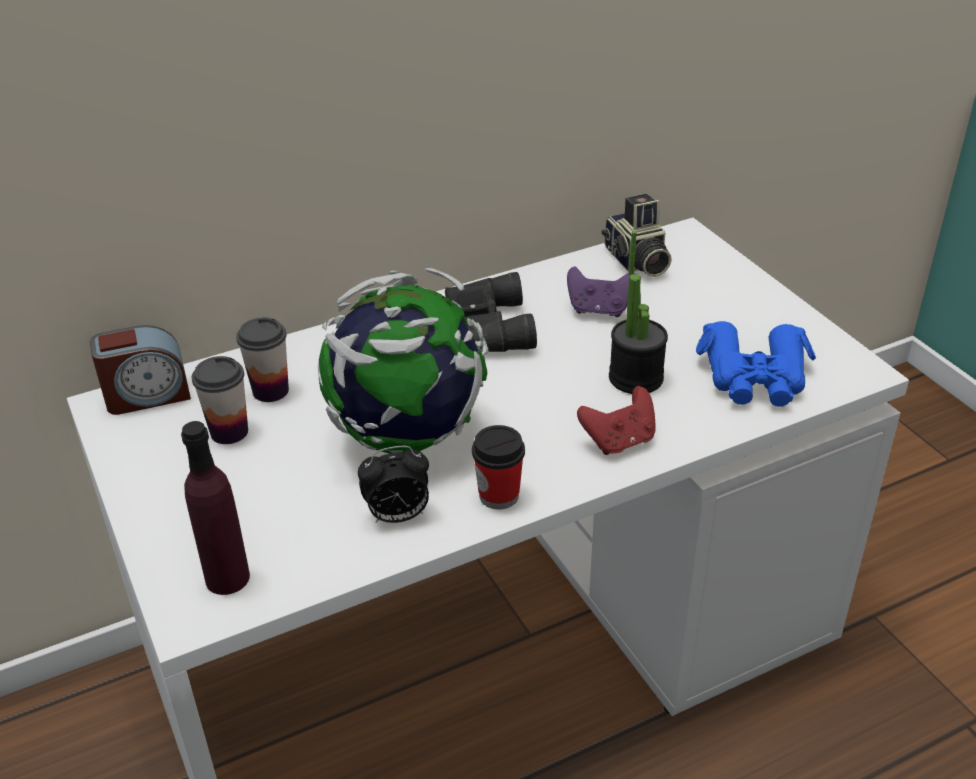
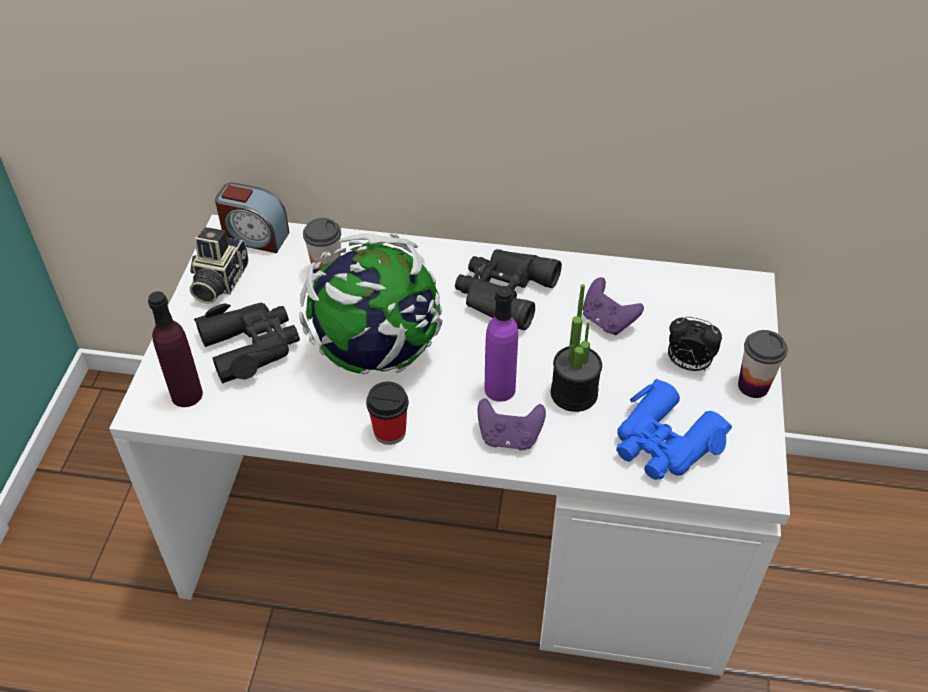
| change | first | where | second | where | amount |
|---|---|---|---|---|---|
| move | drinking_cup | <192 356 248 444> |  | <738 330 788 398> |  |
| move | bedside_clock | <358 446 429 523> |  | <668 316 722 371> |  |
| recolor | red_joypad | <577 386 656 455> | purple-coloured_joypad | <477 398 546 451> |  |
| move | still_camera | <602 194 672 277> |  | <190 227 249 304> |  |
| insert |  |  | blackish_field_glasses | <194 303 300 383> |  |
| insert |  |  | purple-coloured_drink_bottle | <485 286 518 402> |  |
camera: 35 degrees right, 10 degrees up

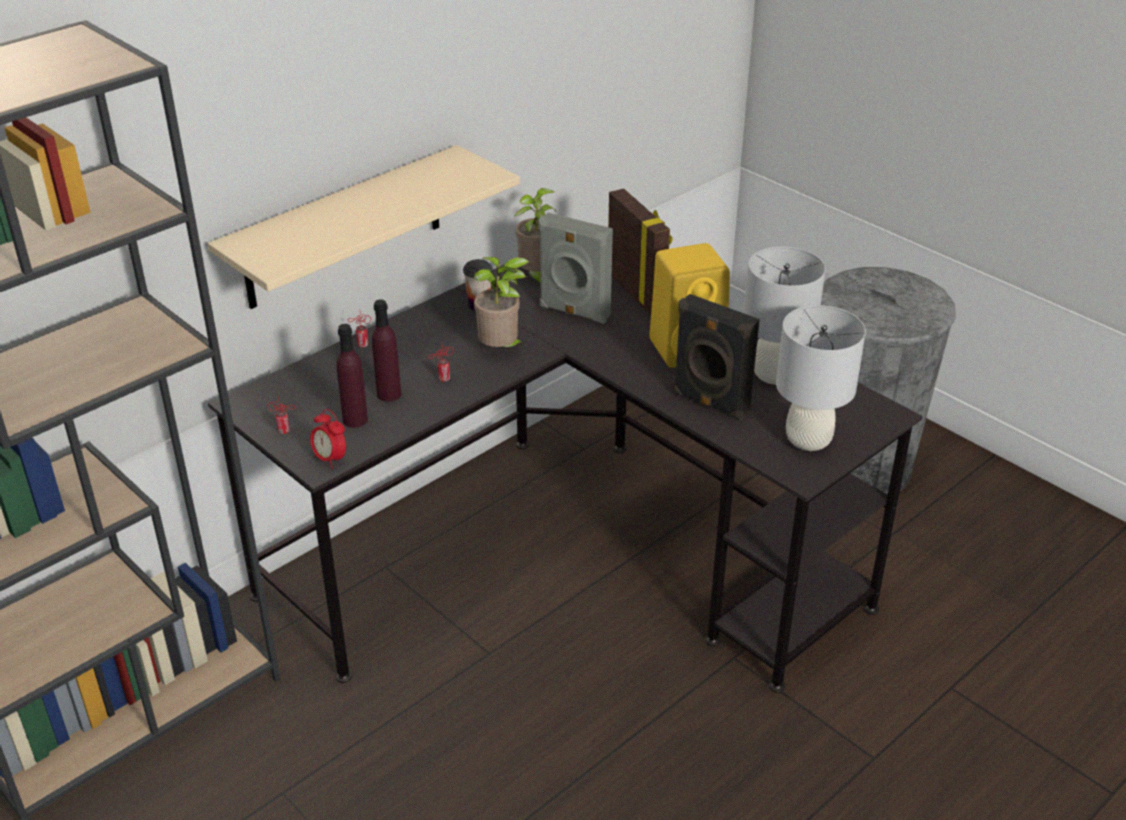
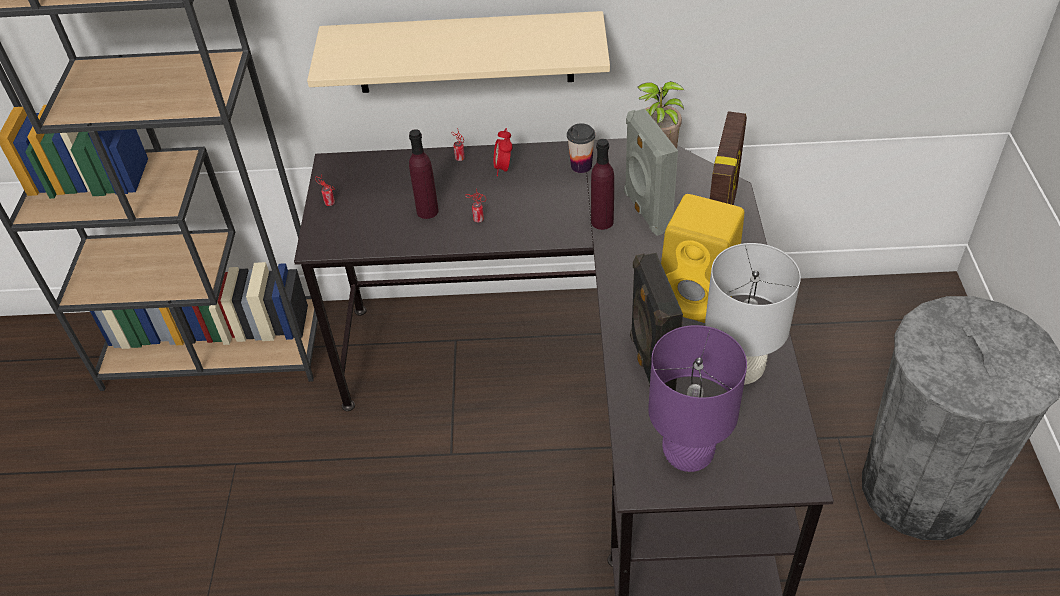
| change | first | where | second | where | amount |
|---|---|---|---|---|---|
| move | bedside_clock | <310 409 346 469> |  | <494 128 513 176> |  |
| move | purple-coloured_drink_bottle | <336 324 368 428> |  | <591 139 614 230> |  |
| delete | potted_plant | <474 257 529 348> |  |  |  |
| recolor | greyish_table_lamp | <776 305 866 451> | purple-coloured_table_lamp | <648 325 747 472> |  |
camera: 45 degrees right, 10 degrees up

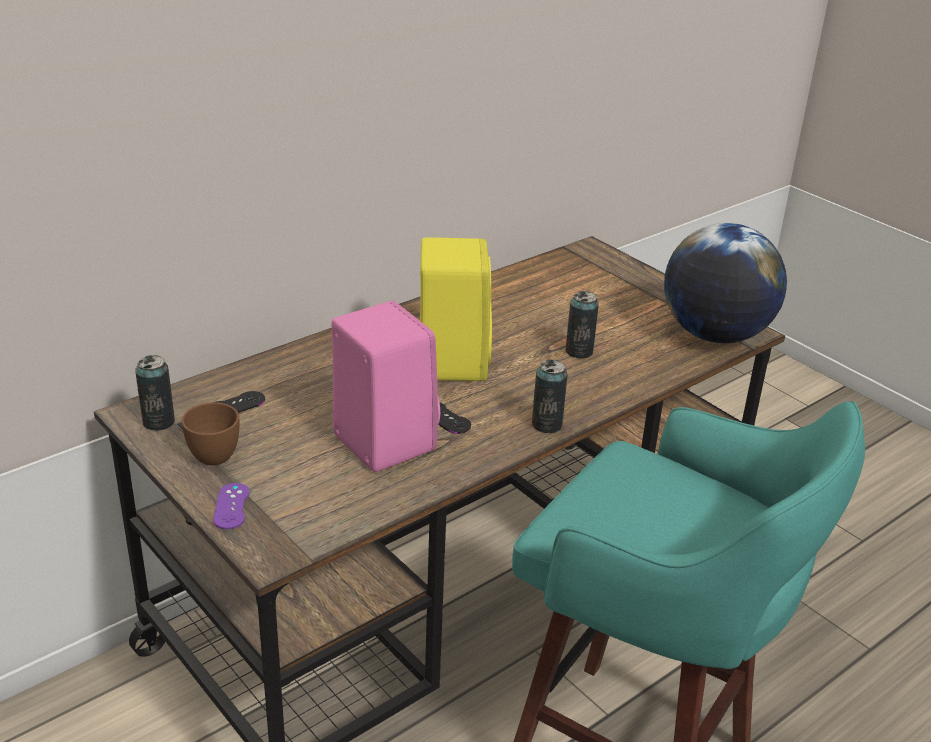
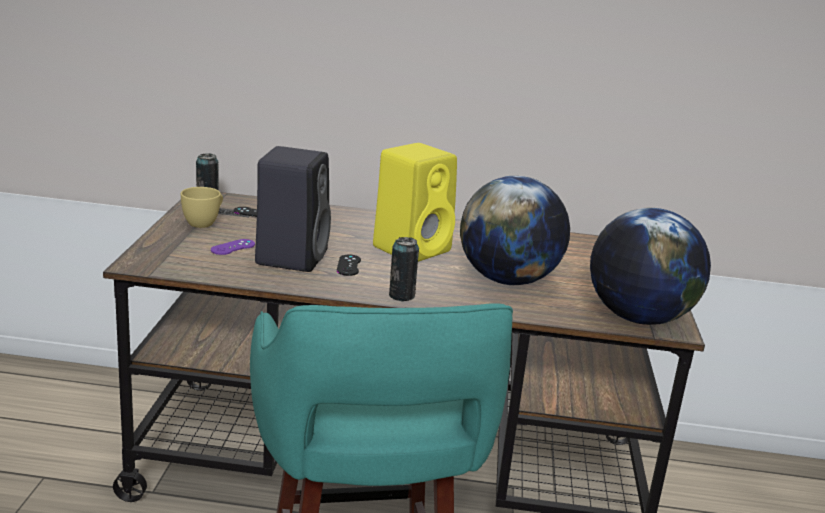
| change | first | where | second | where | amount |
|---|---|---|---|---|---|
| recolor | brown-coloured_drinking_cup | <182 402 239 465> | yellowish_drinking_cup | <181 187 223 228> |  |
| move | purple-coloured_joypad | <213 483 250 529> |  | <211 239 255 255> |  |
| recolor | pinkish_speaker | <332 301 440 472> | blackish_speaker | <255 146 331 272> |  |
| replace | sealed_can | <565 291 599 359> | desk_globe | <460 176 570 285> |  |
camera: 45 degrees right, 10 degrees down

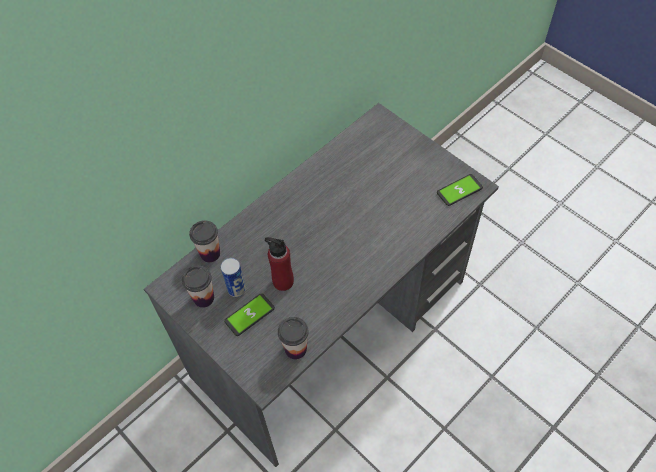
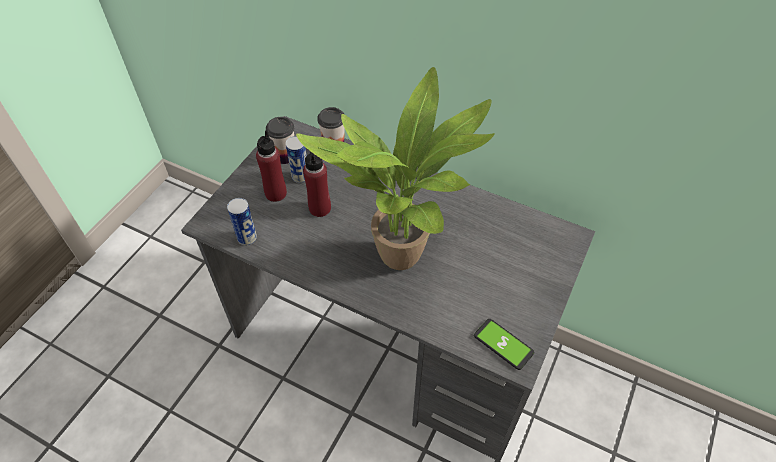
| change | first | where | second | where | amount |
|---|---|---|---|---|---|
| replace | telephone | <224 293 275 336> | red_drink_bottle | <256 130 287 202> |  |
| replace | drinking_cup | <278 317 309 359> | sealed_can | <227 198 257 245> |  |
| insert |  |  | potted_plant | <296 67 495 270> |  |
camera: 70 degrees right, 5 degrees down

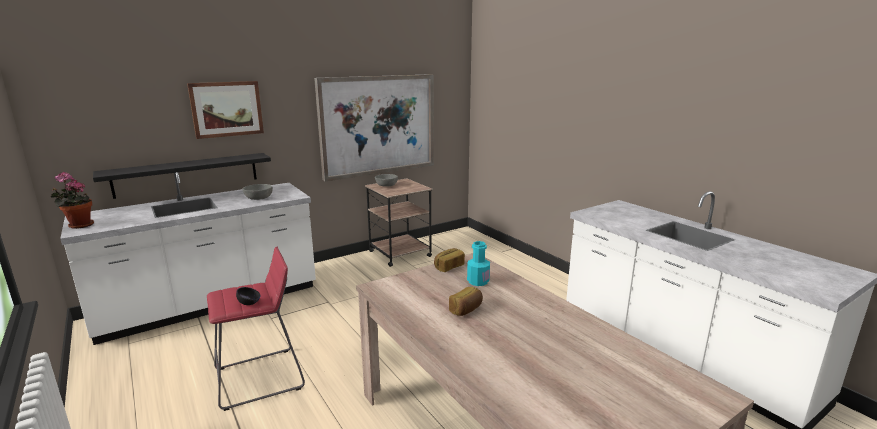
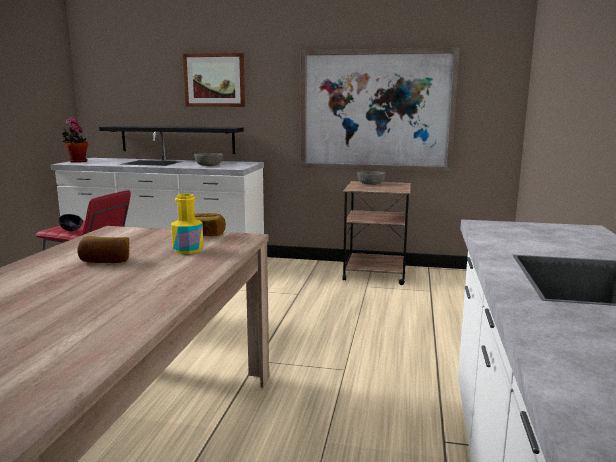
| change | first | where | second | where | amount |
|---|---|---|---|---|---|
| recolor | blue-green_drink_bottle | <467 241 490 286> | yellowish_drink_bottle | <171 194 204 254> |  |
camera: 45 degrees right, 5 degrees down

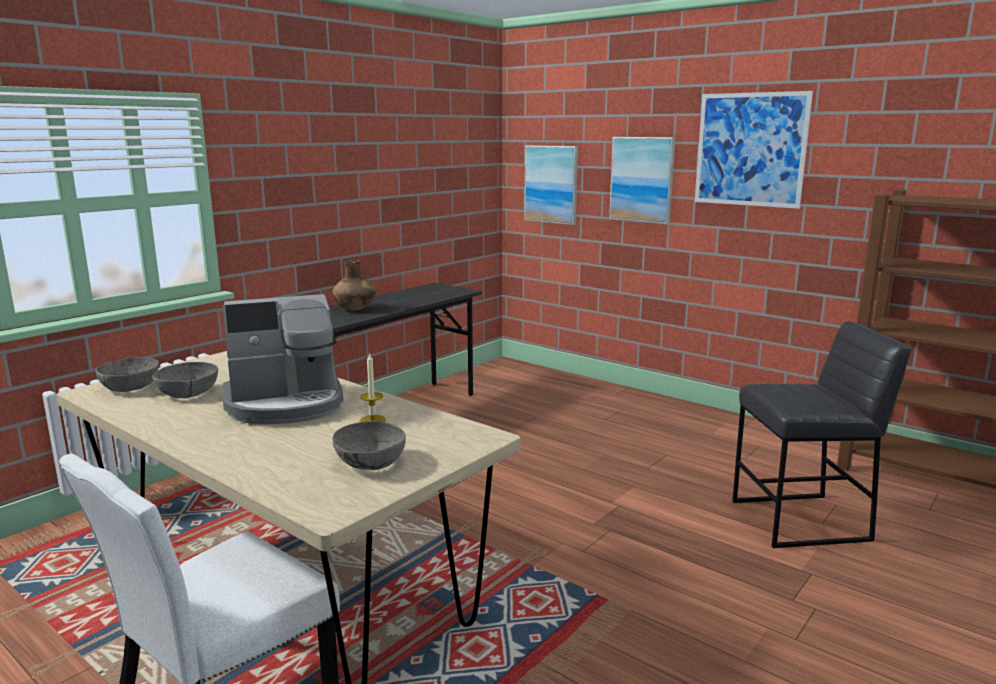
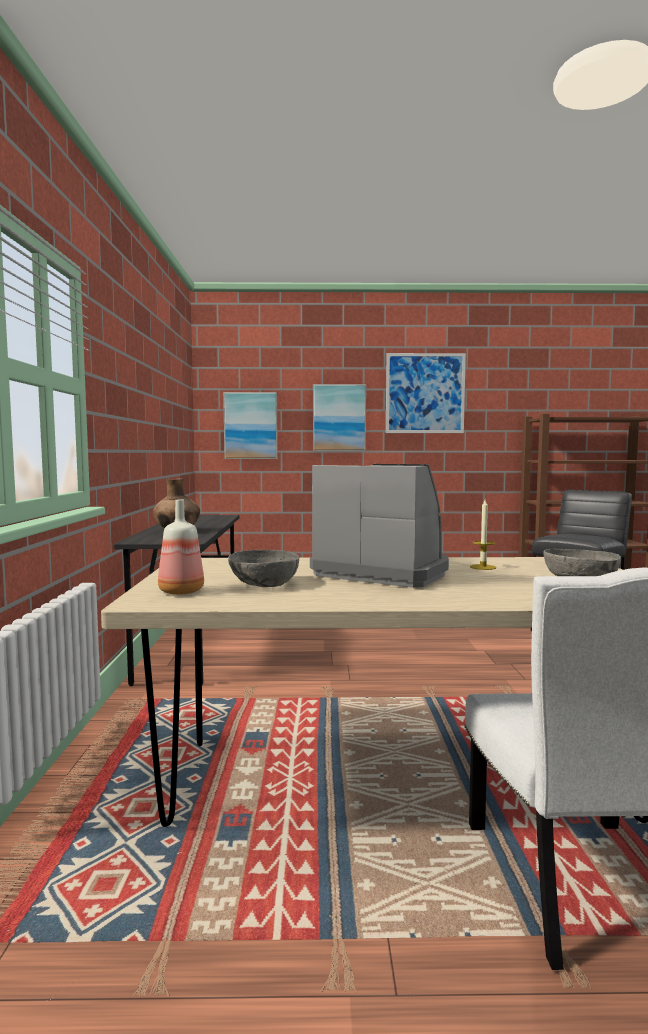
| change | first | where | second | where | amount |
|---|---|---|---|---|---|
| replace | greyish_deep_dish | <96 357 159 392> | drink_bottle | <158 499 204 595> |  |
| rotate | coffee_maker | <223 294 343 424> |  | <310 464 449 588> | 90 degrees counterclockwise |
camera: 40 degrees left, 10 degrees down

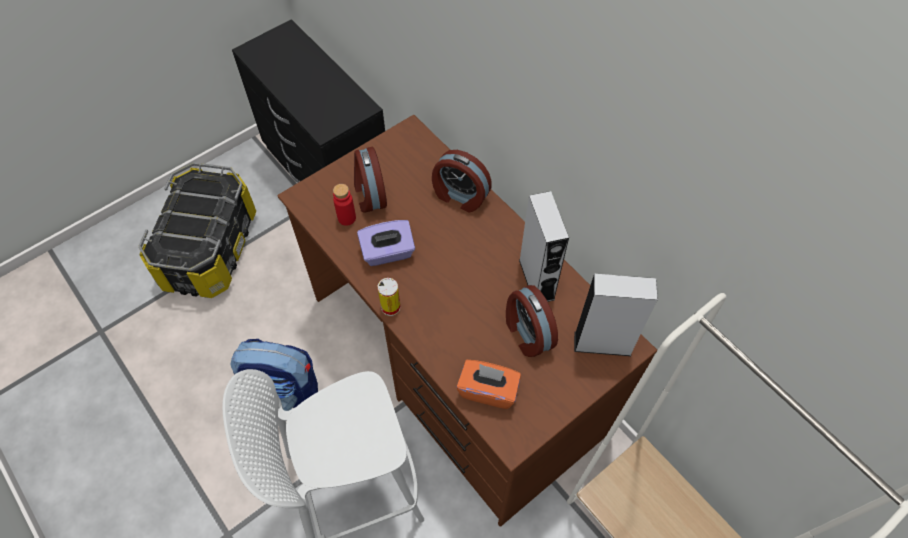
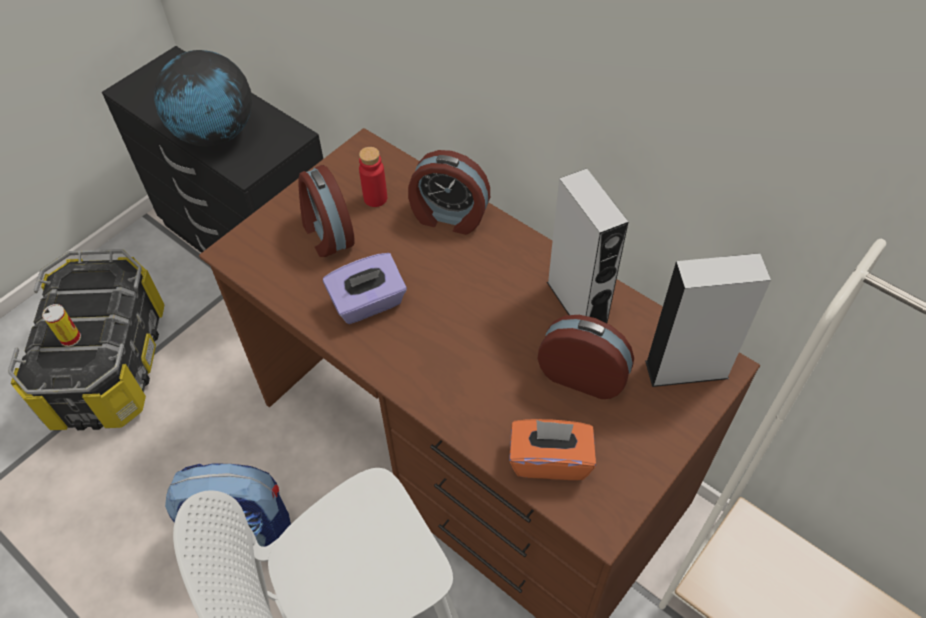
| change | first | where | second | where | amount |
|---|---|---|---|---|---|
| move | red_drink_bottle | <333 184 356 226> |  | <359 147 387 207> |  |
| move | sealed_can | <378 278 401 316> |  | <42 304 81 347> |  |
| rotate | bedside_clock | <506 285 558 357> |  | <538 315 634 399> | 150 degrees clockwise |
| insert |  |  | desk_globe | <154 50 252 146> |  |
camera: 10 degrees left, 5 degrees down

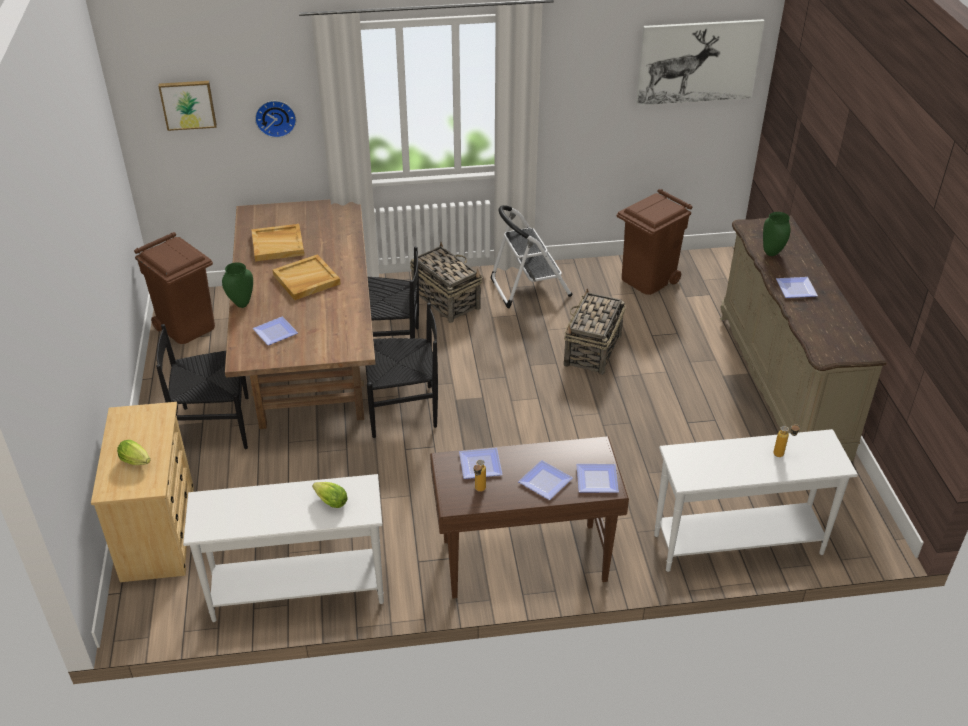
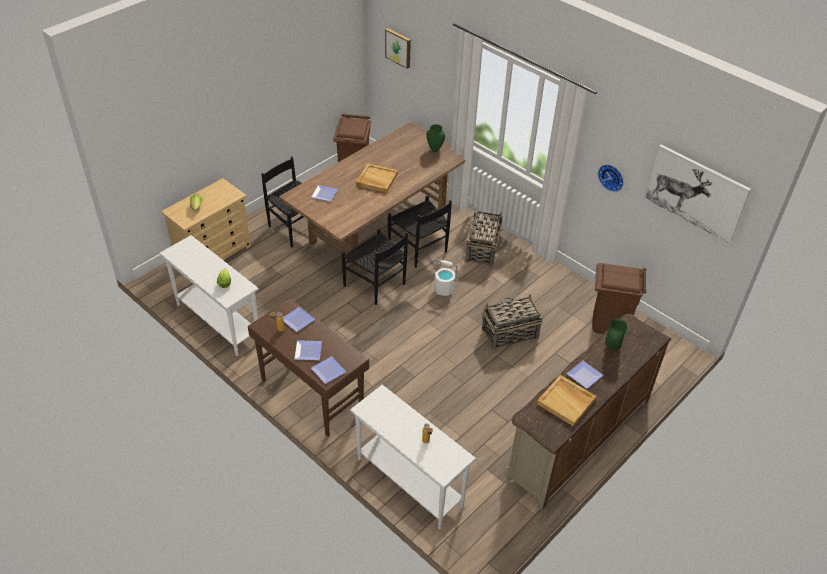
| change | first | where | second | where | amount |
|---|---|---|---|---|---|
| move | green_decorative_vase | <222 262 253 308> |  | <426 124 445 152> |  |
| move | sand-coloured_carrying_tray | <251 224 304 261> |  | <537 375 596 426> |  |
| move | hanging_clock | <255 101 296 138> |  | <598 164 624 192> |  |
| delete | step_stool | <490 205 573 308> |  |  |  |
| insert |  |  | whitish_bucket | <434 259 458 296> |  |
camera: 50 degrees right, 5 degrees up

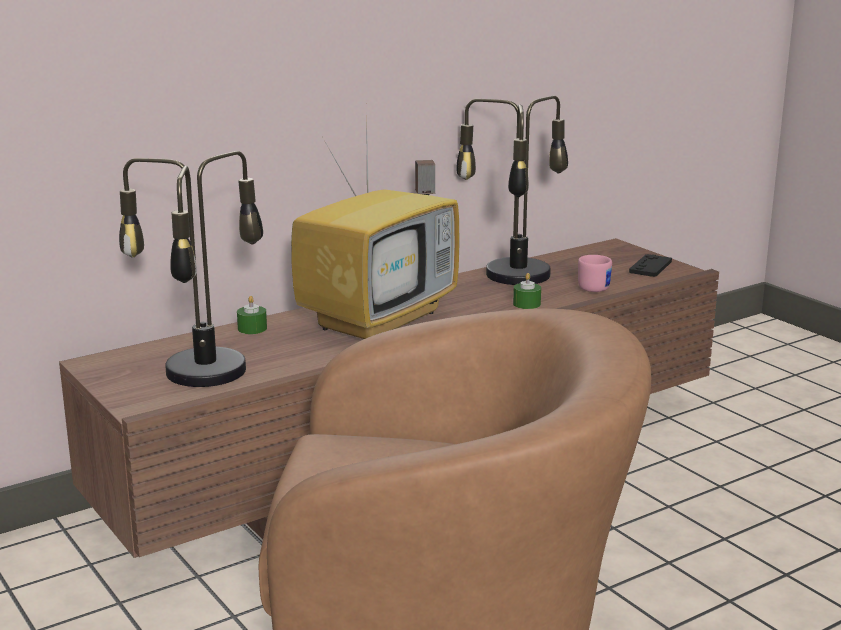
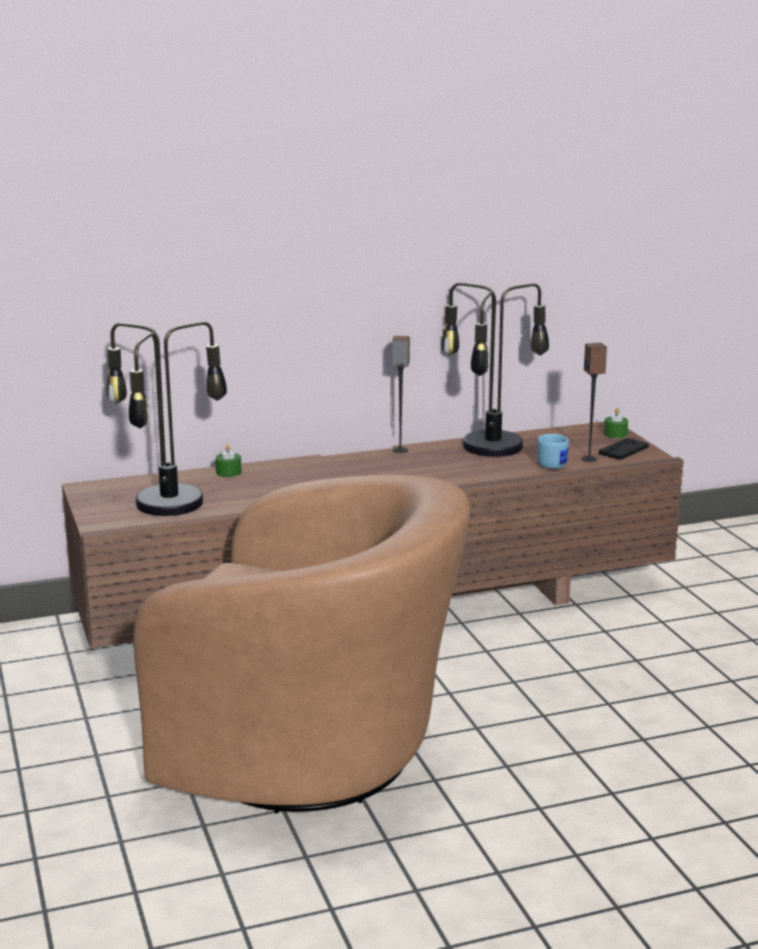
| change | first | where | second | where | amount |
|---|---|---|---|---|---|
| delete | television | <291 107 459 339> |  |  |  |
| move | green_wax_light | <513 273 541 309> |  | <604 408 628 438> |  |
| recolor | pinkish_mug | <578 255 612 292> | bluish_mug | <537 434 569 469> |  |
| insert |  |  | speaker | <582 343 607 462> |  |
camera: 15 degrees right, 0 degrees up

